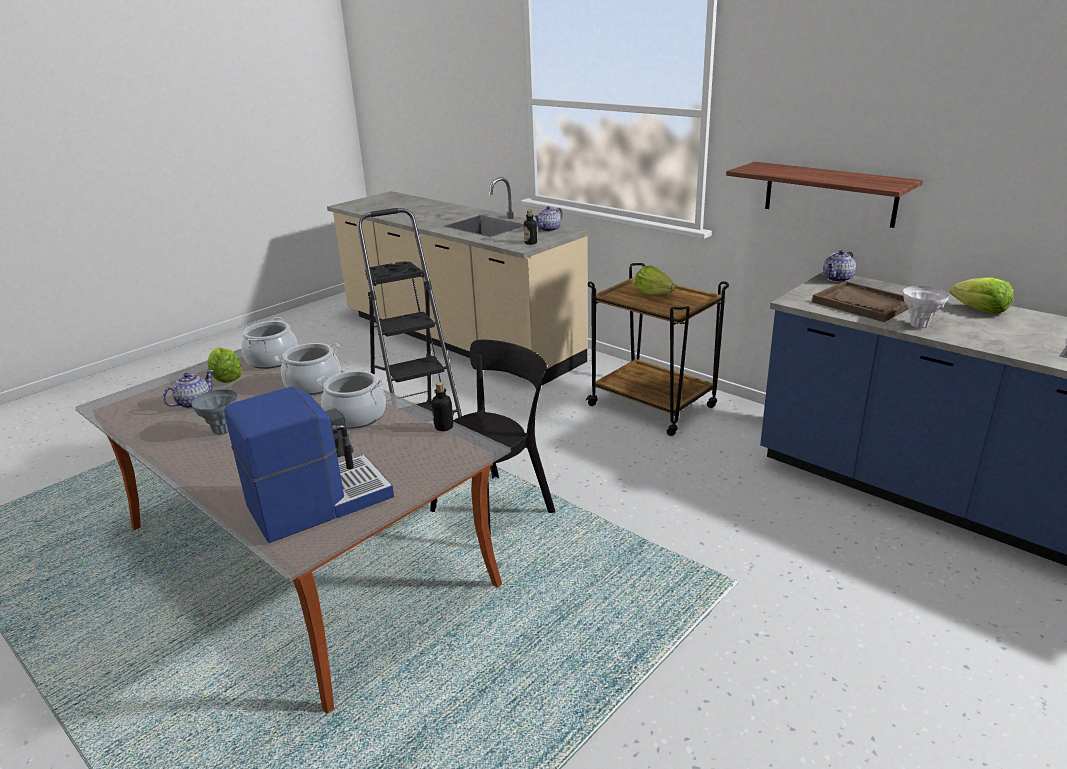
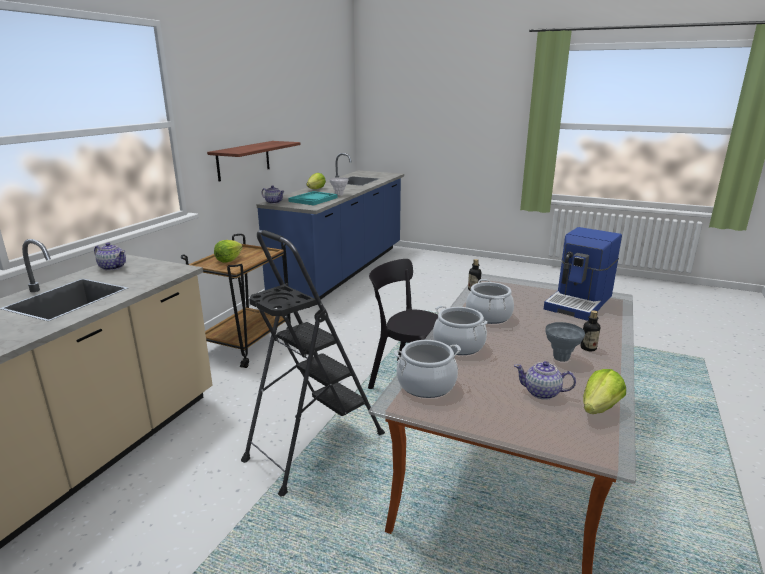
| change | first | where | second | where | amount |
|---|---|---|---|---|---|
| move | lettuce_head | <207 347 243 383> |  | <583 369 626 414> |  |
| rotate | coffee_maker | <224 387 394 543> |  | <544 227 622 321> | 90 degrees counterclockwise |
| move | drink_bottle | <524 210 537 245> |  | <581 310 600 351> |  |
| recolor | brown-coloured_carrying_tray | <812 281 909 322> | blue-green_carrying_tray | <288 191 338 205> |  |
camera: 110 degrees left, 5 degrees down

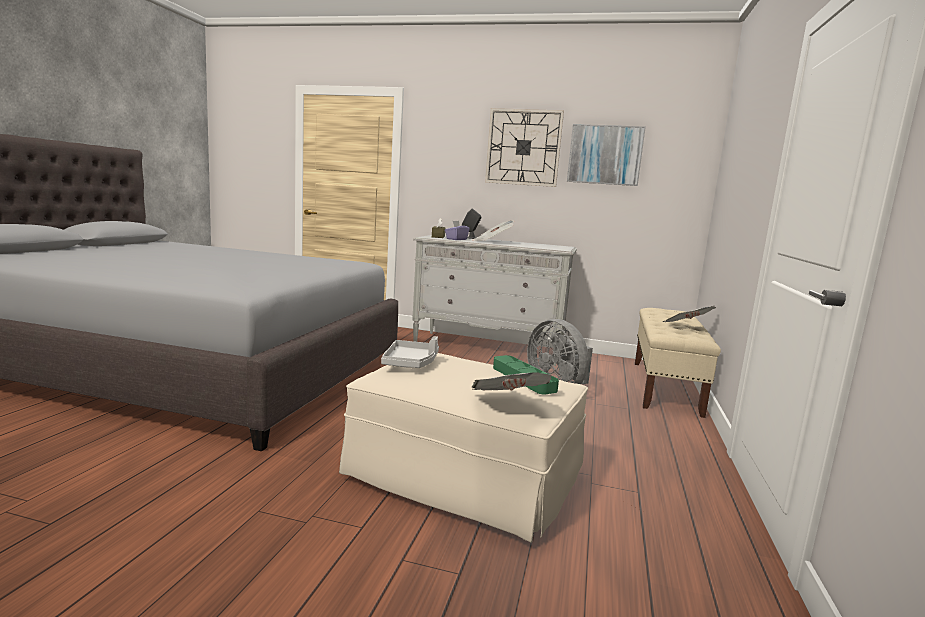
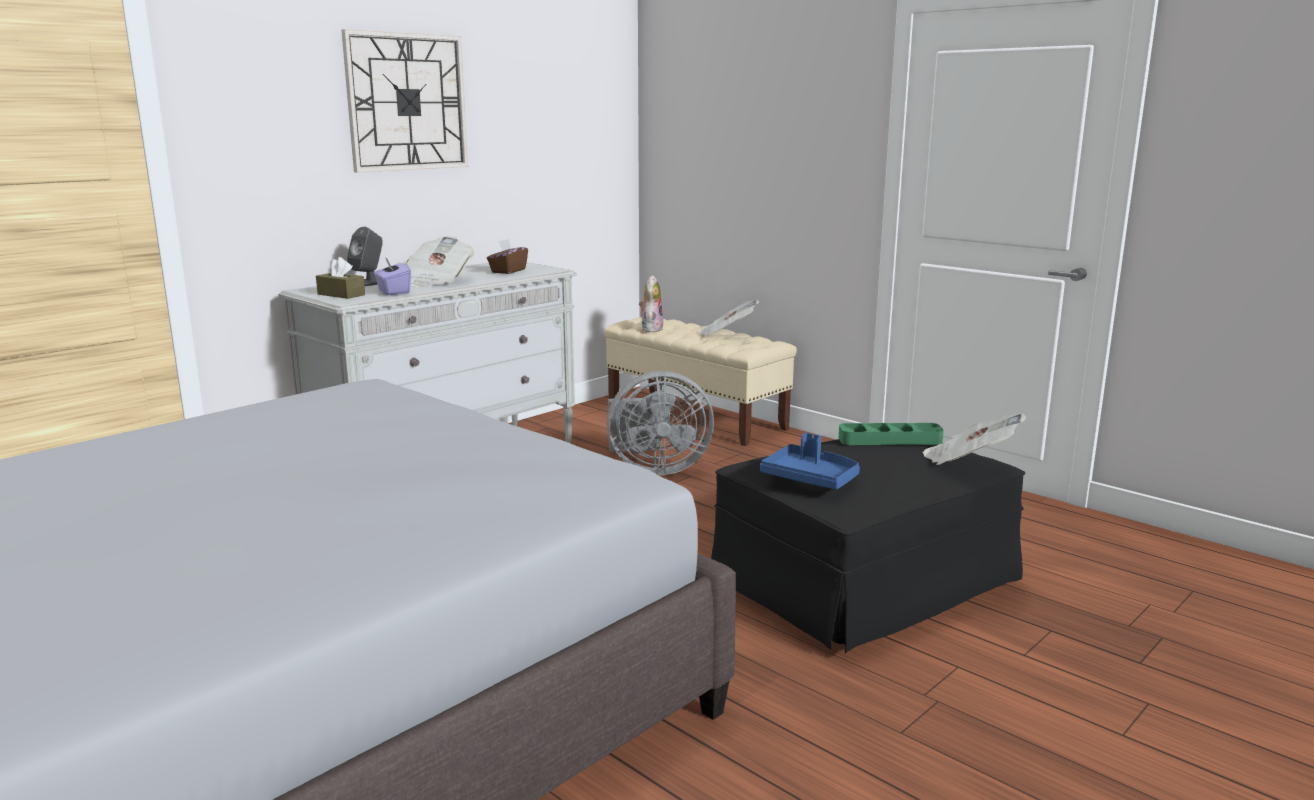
| change | first | where | second | where | amount |
|---|---|---|---|---|---|
| recolor | sand-coloured_pouffe | <339 353 588 543> | blackish_pouffe | <711 439 1025 653> |  |
| recolor | greyish_carrying_tray | <381 336 439 368> | bluish_carrying_tray | <760 433 860 490> |  |
| delete | wall_picture | <567 124 646 186> |  |  |  |
| insert |  |  | brown-coloured_tissue_box | <487 239 528 274> |  |
| insert |  |  | cuddly_toy | <639 275 663 332> |  |
camera: 60 degrees left, 5 degrees up

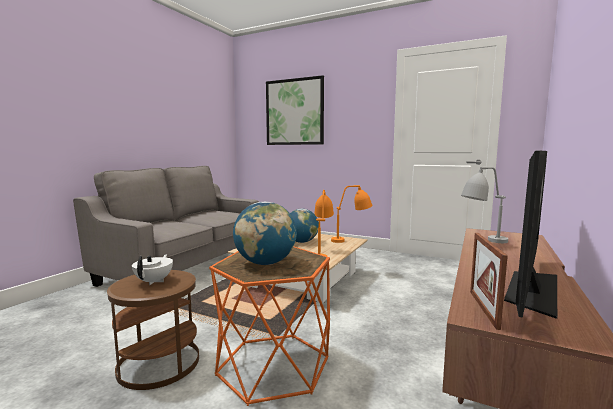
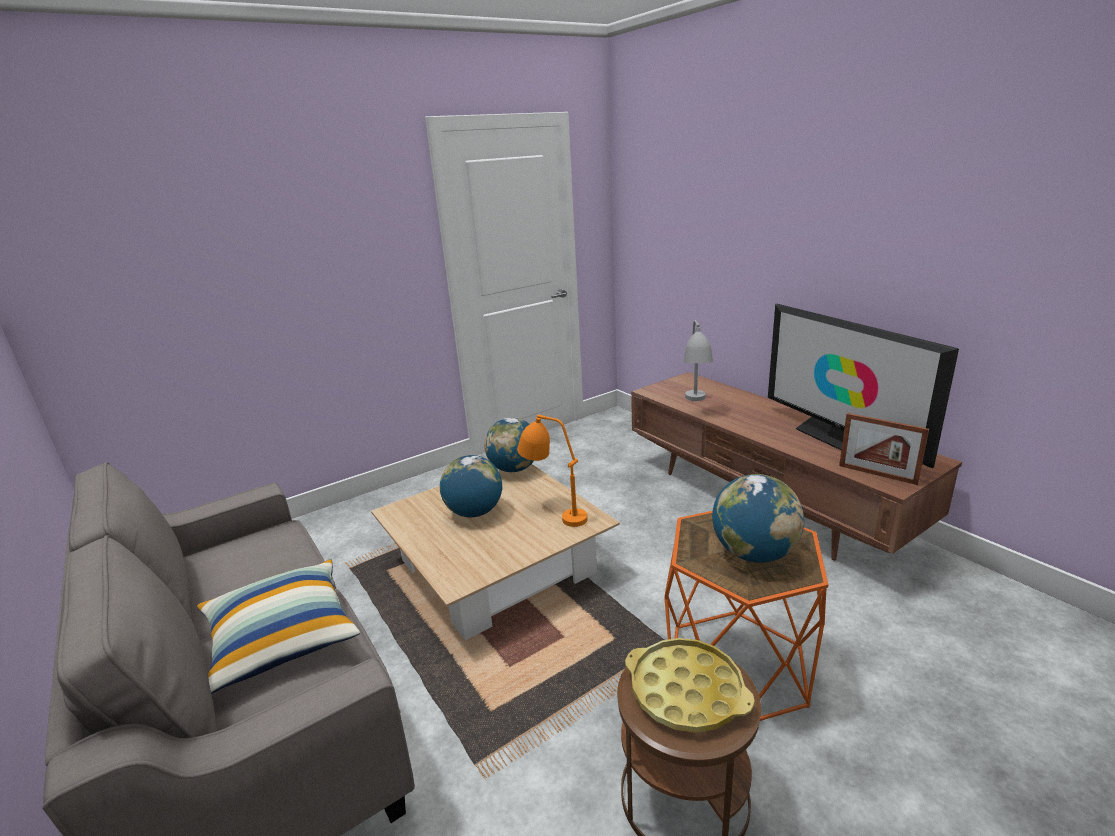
| change | first | where | second | where | amount |
|---|---|---|---|---|---|
| replace | whitish_pot_for_tea | <132 254 173 285> | yellowish_carrying_tray | <625 638 755 733> |  |
| delete | wall_picture | <266 75 324 145> |  |  |  |
| replace | orange-coloured_table_lamp | <331 185 373 243> | desk_globe | <484 417 534 472> |  |
| insert |  |  | cushion | <197 559 360 694> |  |
camera: 60 degrees left, 15 degrees up

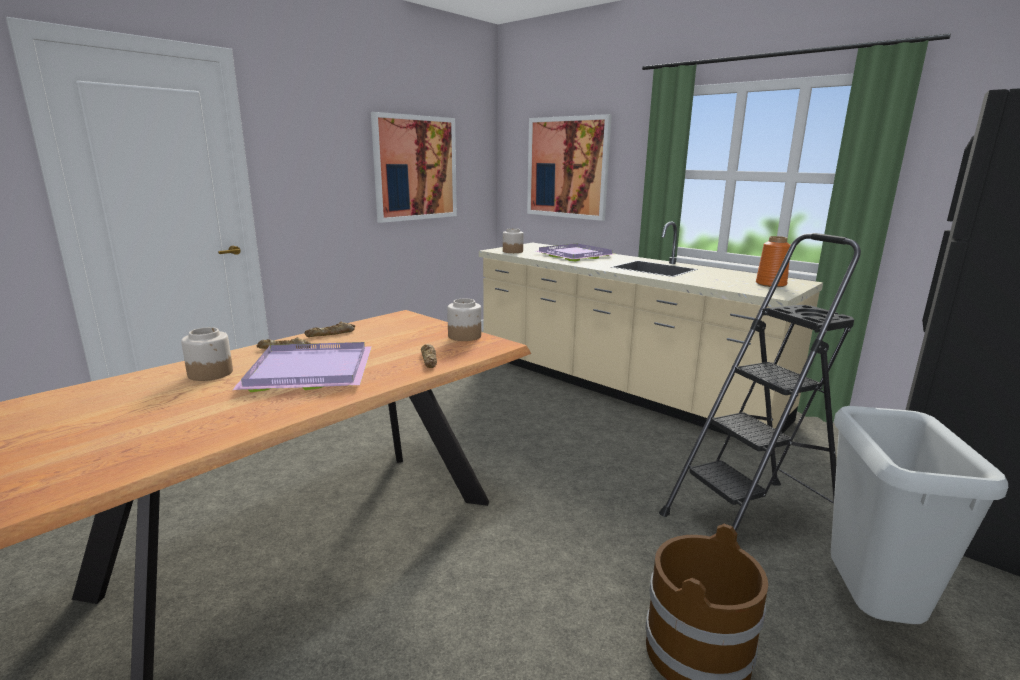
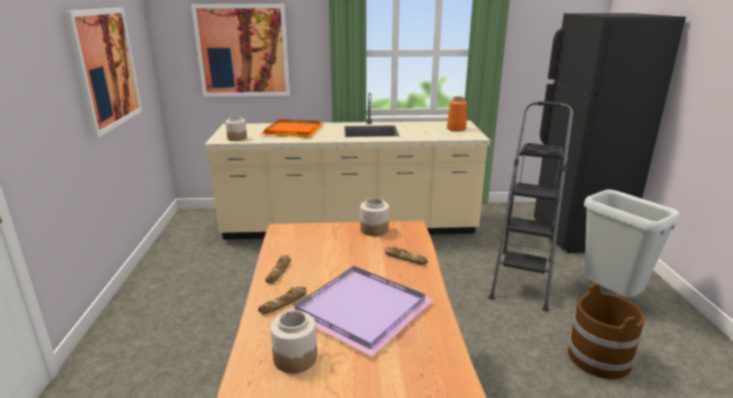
| change | first | where | second | where | amount |
|---|---|---|---|---|---|
| recolor | purple-coloured_carrying_tray | <536 243 615 261> | orange-coloured_carrying_tray | <261 119 324 138> |  |
camera: 45 degrees left, 5 degrees up

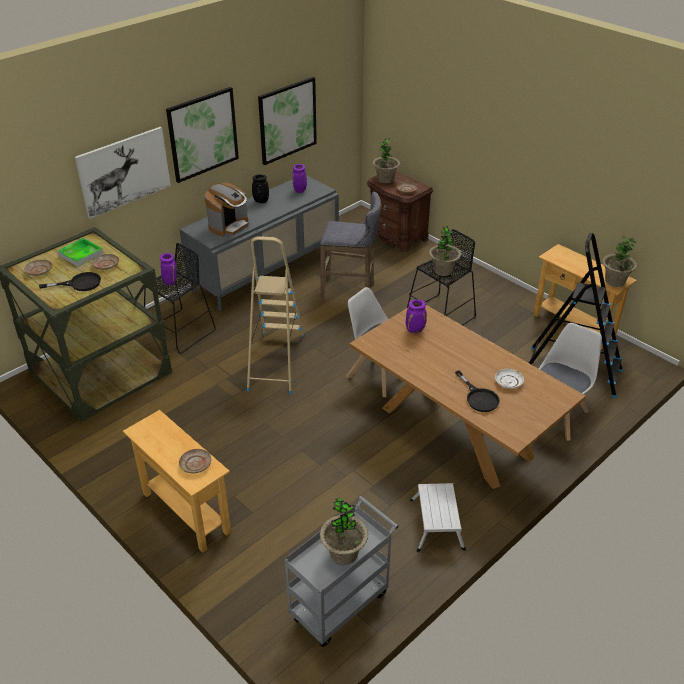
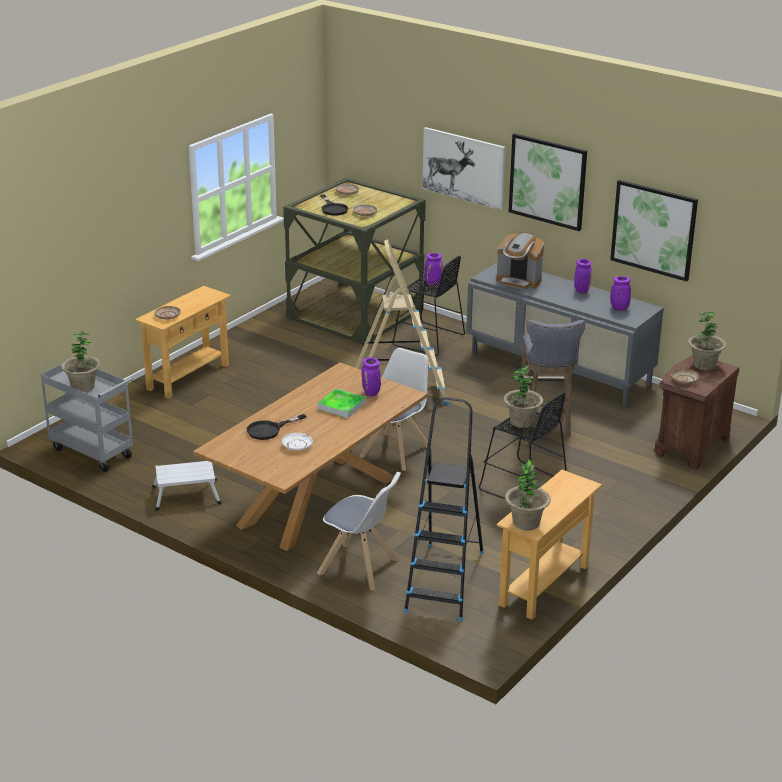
| change | first | where | second | where | amount |
|---|---|---|---|---|---|
| move | carrying_tray | <58 238 103 267> |  | <318 389 366 418> |  |
| recolor | blackish_decorative_vase | <252 175 269 203> | purple-coloured_decorative_vase | <574 259 592 293> |  |
camera: 80 degrees right, 10 degrees down

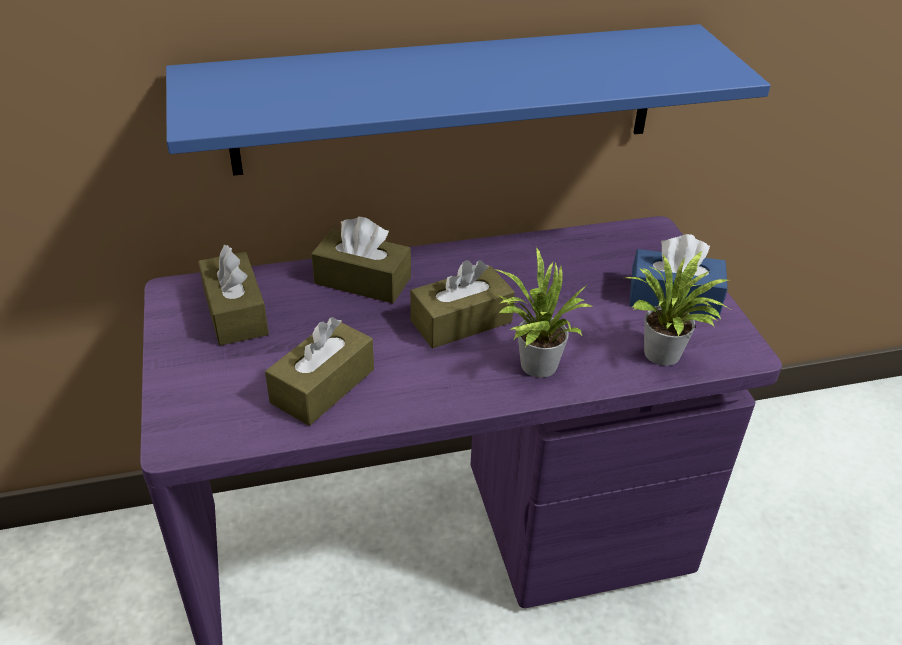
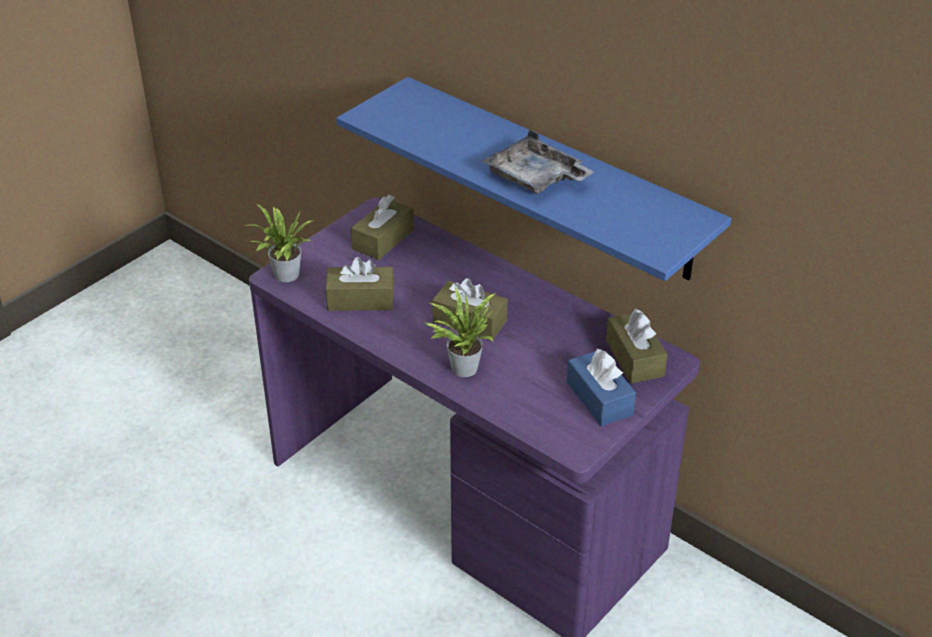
| change | first | where | second | where | amount |
|---|---|---|---|---|---|
| move | brown-coloured_tissue_box | <311 217 411 303> |  | <606 309 668 383> |  |
| move | potted_plant | <625 251 731 366> |  | <244 204 314 282> |  |
| insert |  |  | greyish_carrying_tray | <482 130 594 194> |  |
camera: 55 degrees right, 0 degrees up

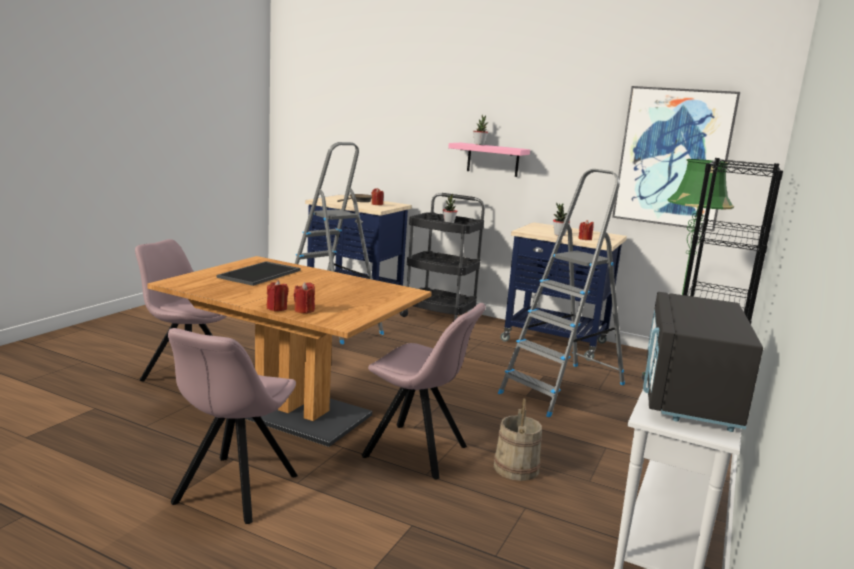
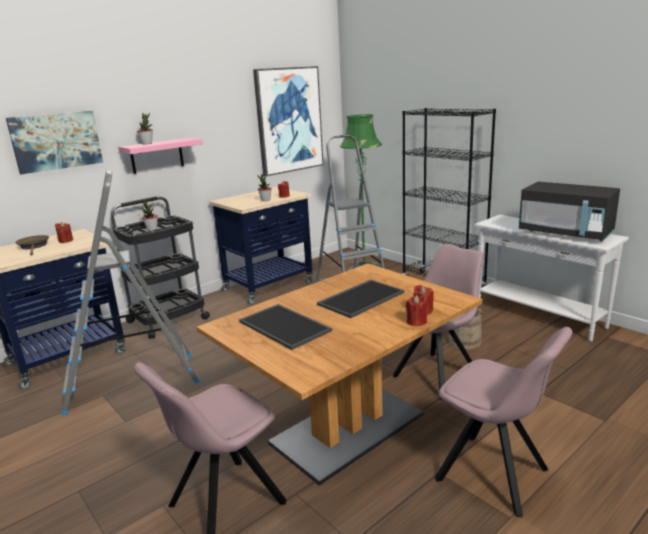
| change | first | where | second | where | amount |
|---|---|---|---|---|---|
| insert |  |  | wall_picture | <6 111 103 174> |  |
| insert |  |  | carrying_tray | <317 280 404 318> |  |
camera: 65 degrees left, 5 degrees up

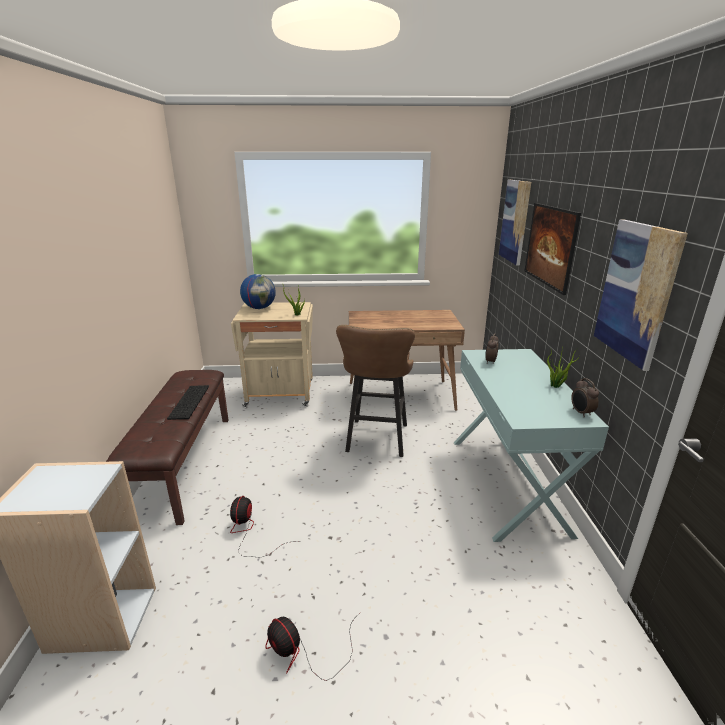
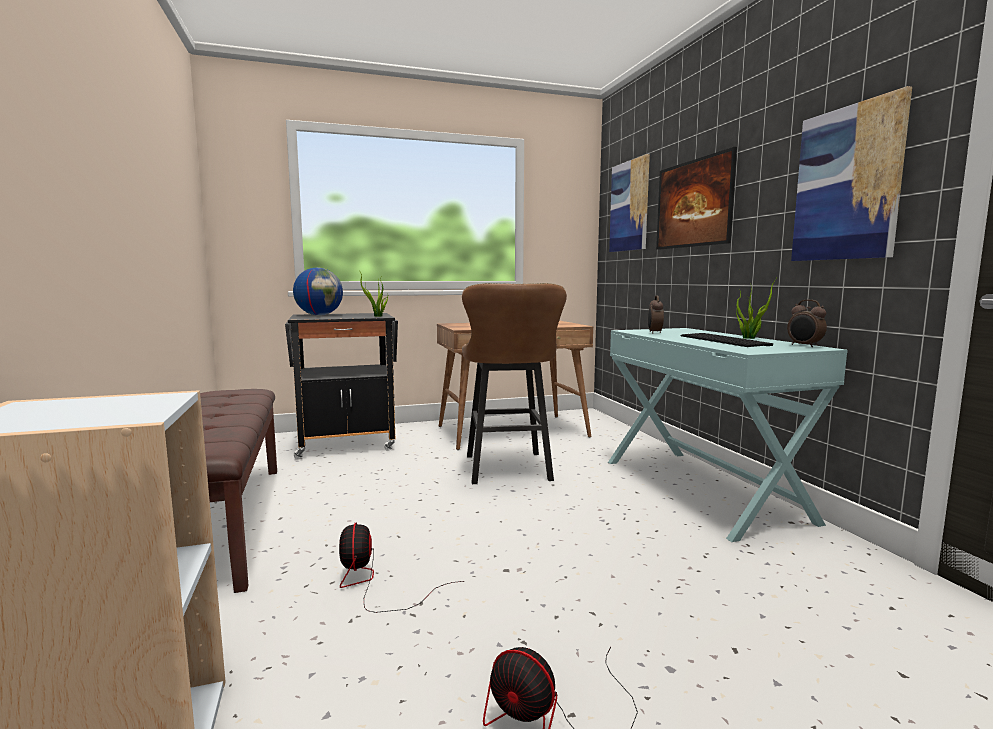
| change | first | where | second | where | amount |
|---|---|---|---|---|---|
| move | PC_keyboard | <167 385 209 420> |  | <681 333 773 347> |  |
| recolor | sand-coloured_cart | <231 302 313 408> | blackish_cart | <285 313 398 459> |  |
camera: 15 degrees left, 15 degrees down

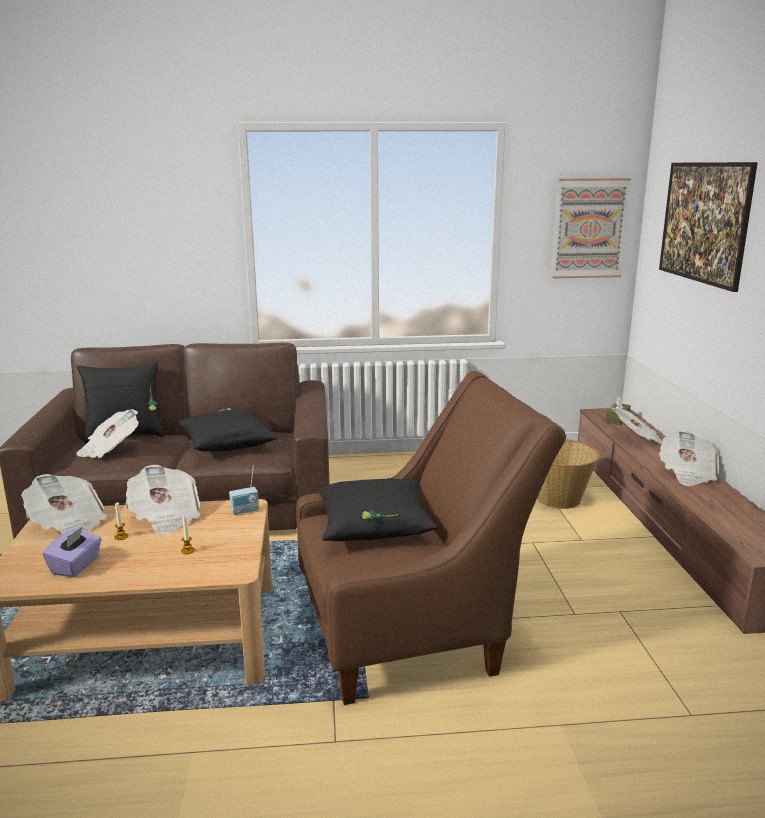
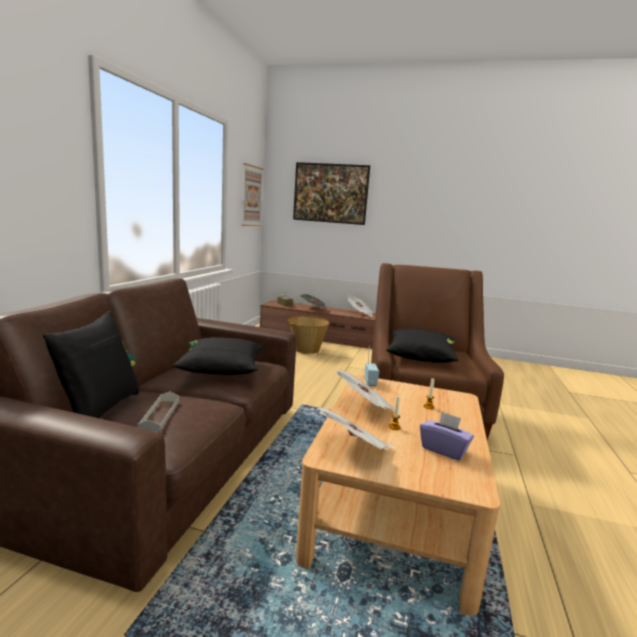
| change | first | where | second | where | amount |
|---|---|---|---|---|---|
| replace | printed_paper | <77 409 139 458> | greyish_carrying_tray | <137 391 179 432> |  |
camera: 70 degrees left, 5 degrees down

